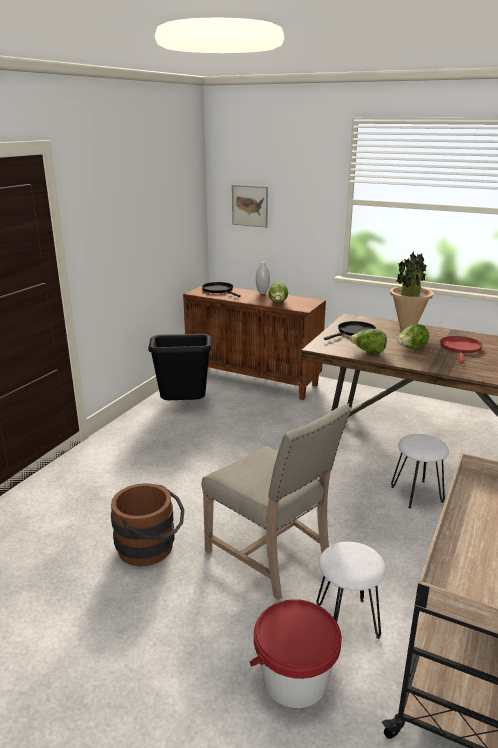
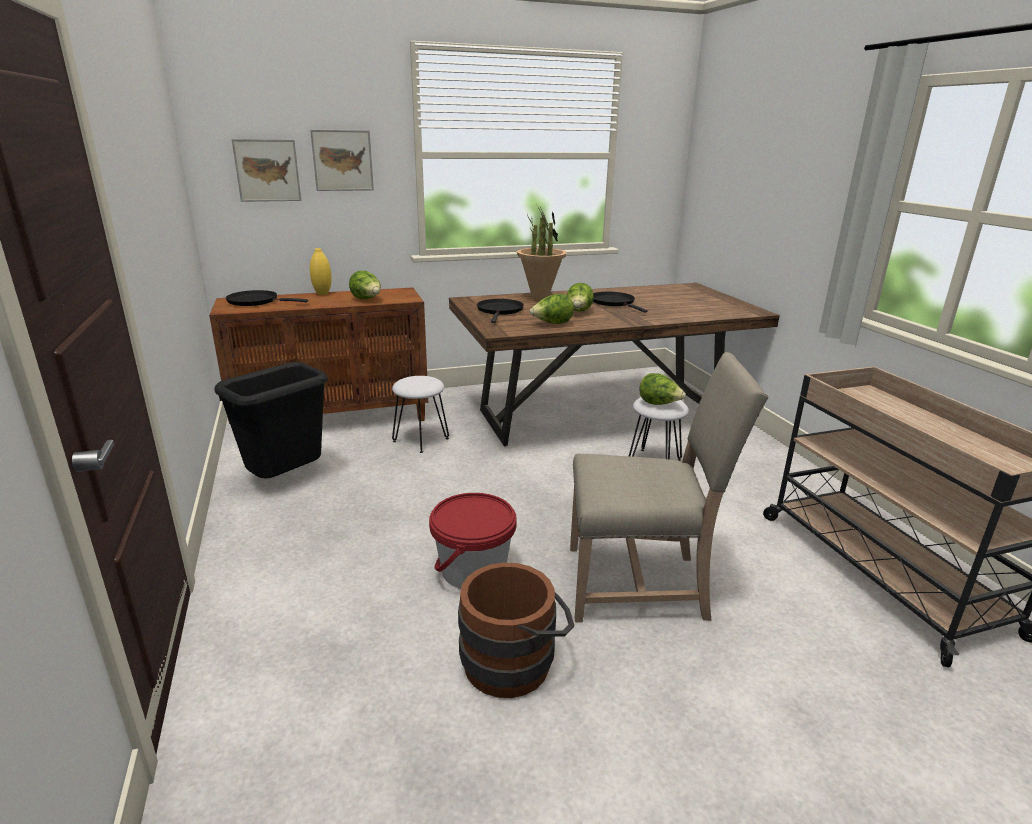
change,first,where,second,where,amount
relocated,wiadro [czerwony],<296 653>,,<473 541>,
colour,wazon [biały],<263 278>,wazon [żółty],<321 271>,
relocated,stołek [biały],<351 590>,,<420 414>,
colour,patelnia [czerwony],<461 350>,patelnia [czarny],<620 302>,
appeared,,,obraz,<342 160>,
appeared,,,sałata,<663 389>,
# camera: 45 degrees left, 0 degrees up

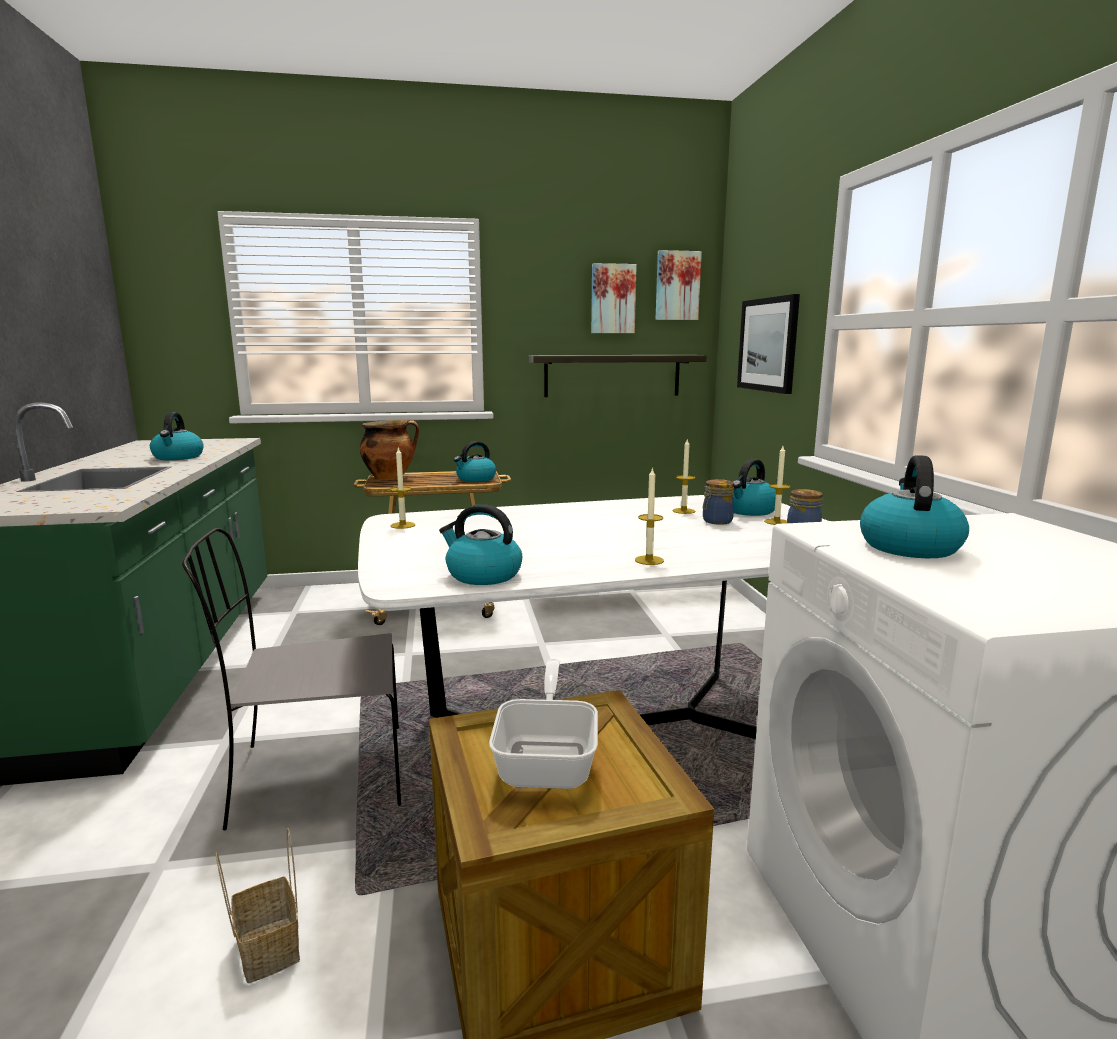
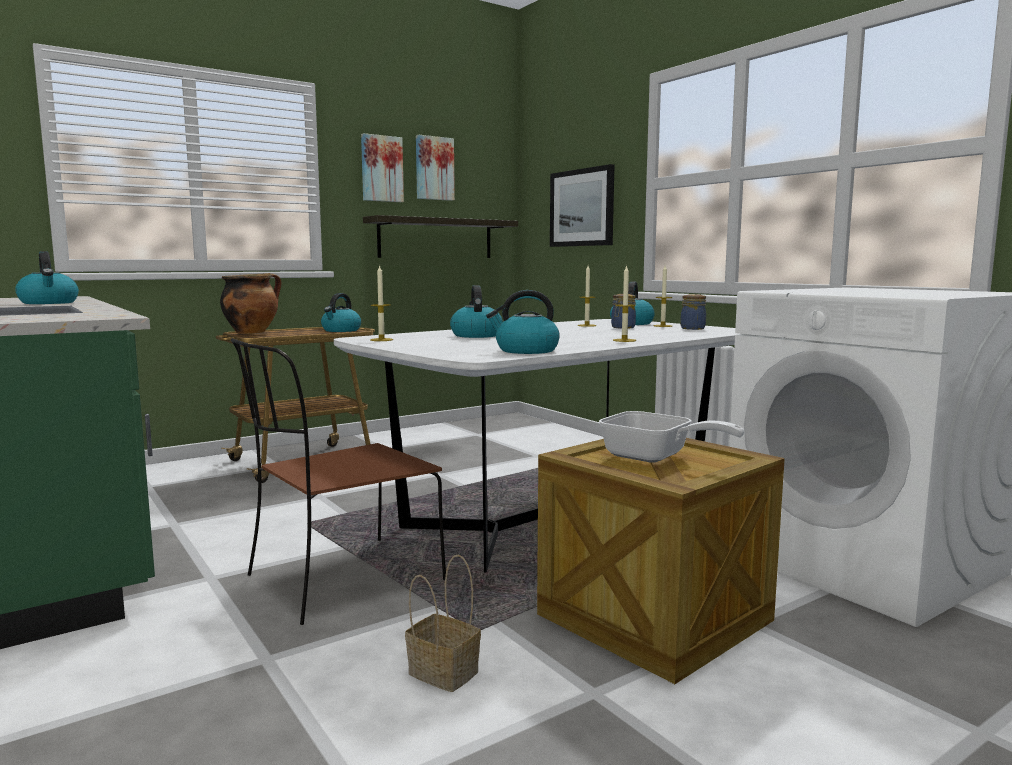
change,first,where,second,where,amount
colour,krzesło [szary],<291 679>,krzesło [brązowy],<338 481>,
spun,patelnia,<543 724>,,<672 437>,150 degrees clockwise
relocated,obraz,<678 285>,,<382 167>,
relocated,czajnik,<914 506>,,<476 311>,
# camera: 25 degrees left, 5 degrees down

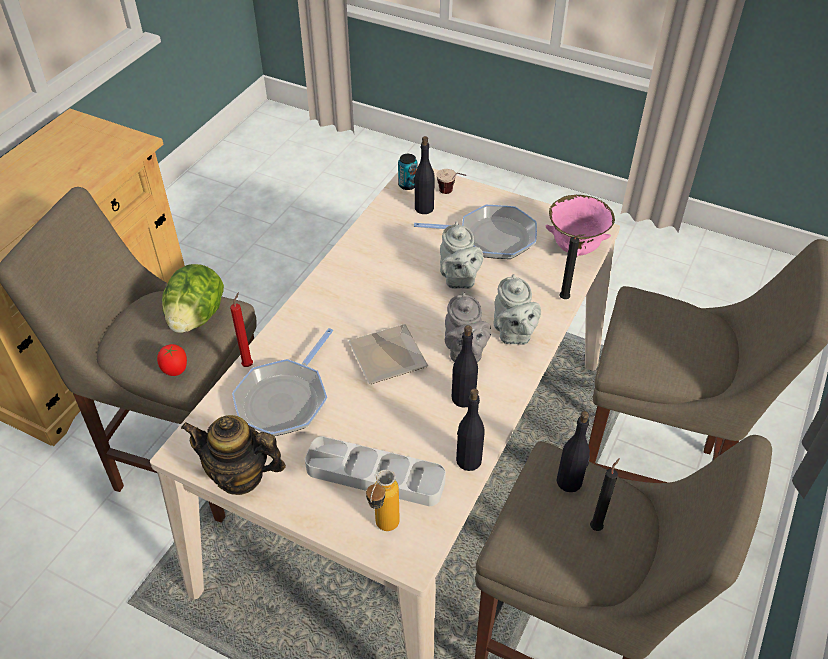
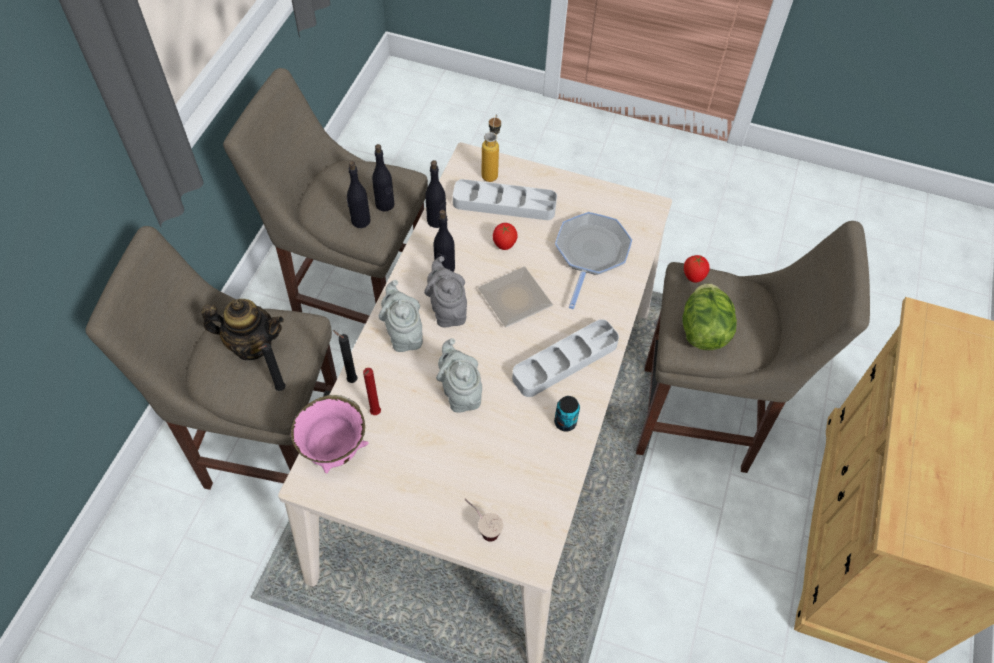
change,first,where,second,where,amount
relocated,imbryk,<233 455>,,<242 329>,
relocated,świeca [czerwony],<241 329>,,<372 391>,
relocated,puszka,<408 172>,,<567 414>,
missing,patelnia,<475 232>,,,
relocated,butelka [czarny],<425 175>,,<383 177>,
relocated,świeca [czarny],<605 494>,,<272 367>,
appeared,,,pomidor,<505 236>,
appeared,,,taca [szary],<565 358>,
# camera: 170 degrees right, 10 degrees up

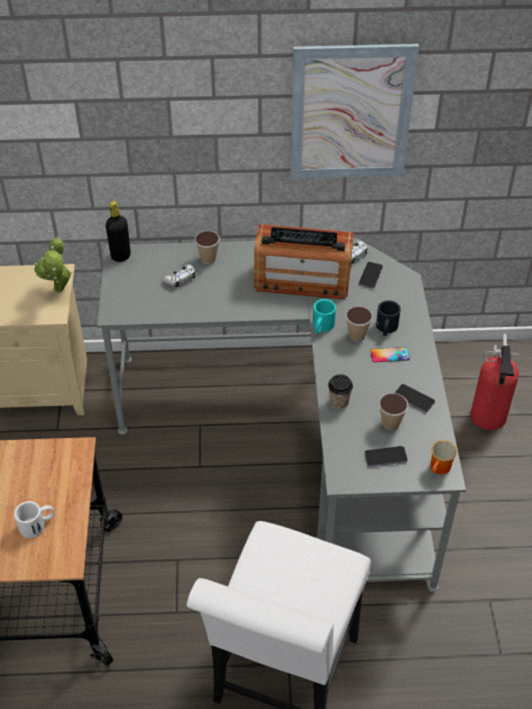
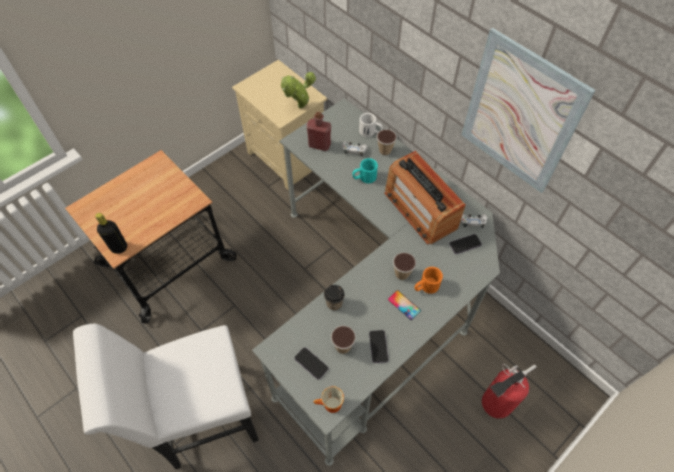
change,first,where,second,where,amount
relocated,kubek [biały],<34 519>,,<371 125>,
relocated,butelka [czarny],<118 231>,,<111 233>,
relocated,kubek [turkusowy],<324 316>,,<365 170>,
colour,kubek [czarny],<388 318>,kubek [pomarańczowy],<428 280>,
appeared,,,butelka [czerwony],<319 131>,
# camera: 50 degrees right, 10 degrees up

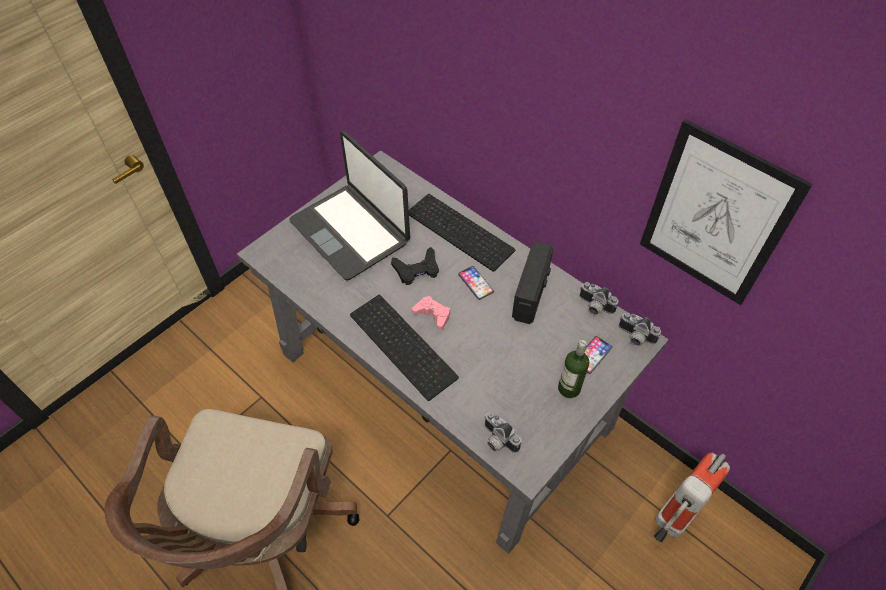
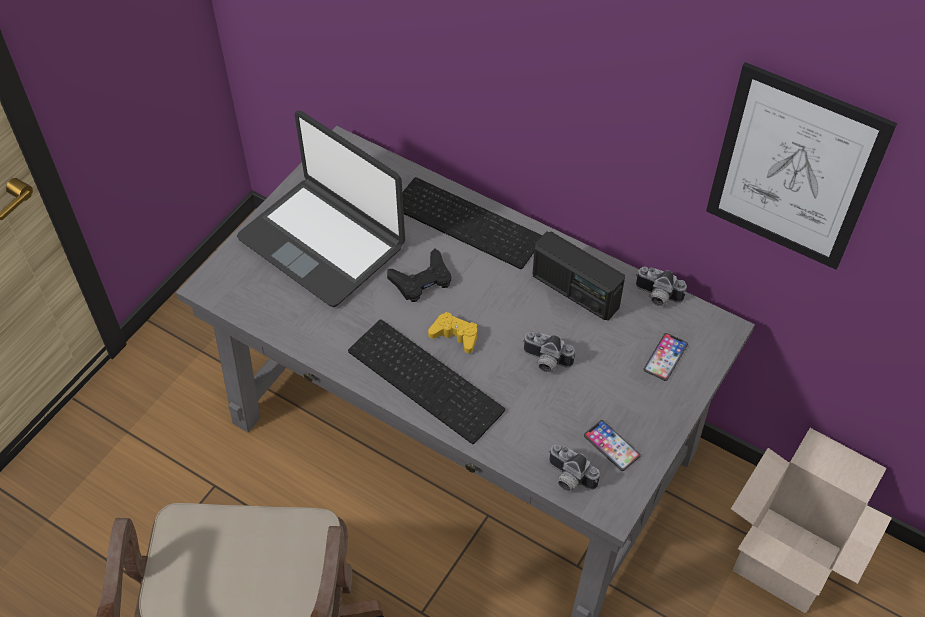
change,first,where,second,where,amount
colour,pad do gier [różowy],<431 313>,pad do gier [żółty],<452 332>,
relocated,telefon,<476 283>,,<612 445>,
spun,radio,<532 282>,,<579 276>,120 degrees clockwise
missing,butelka,<573 369>,,,
relocated,aparat fotograficzny,<640 329>,,<549 352>,
exchanged,gaśnica,<692 498>,karton,<811 520>,
# camera: 10 degrees left, 0 degrees up

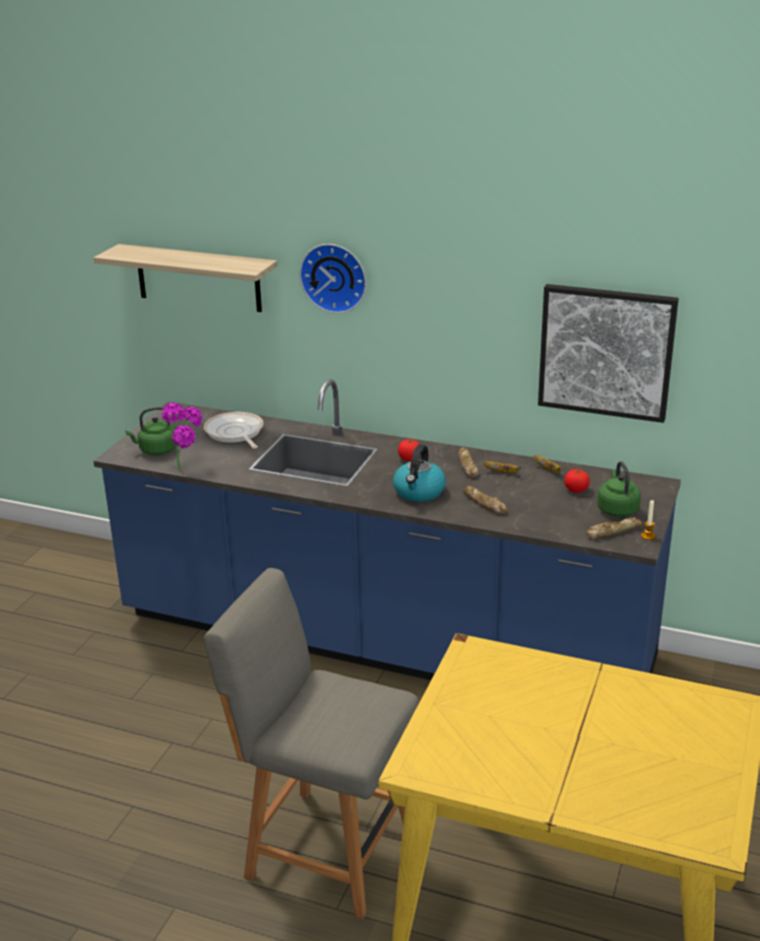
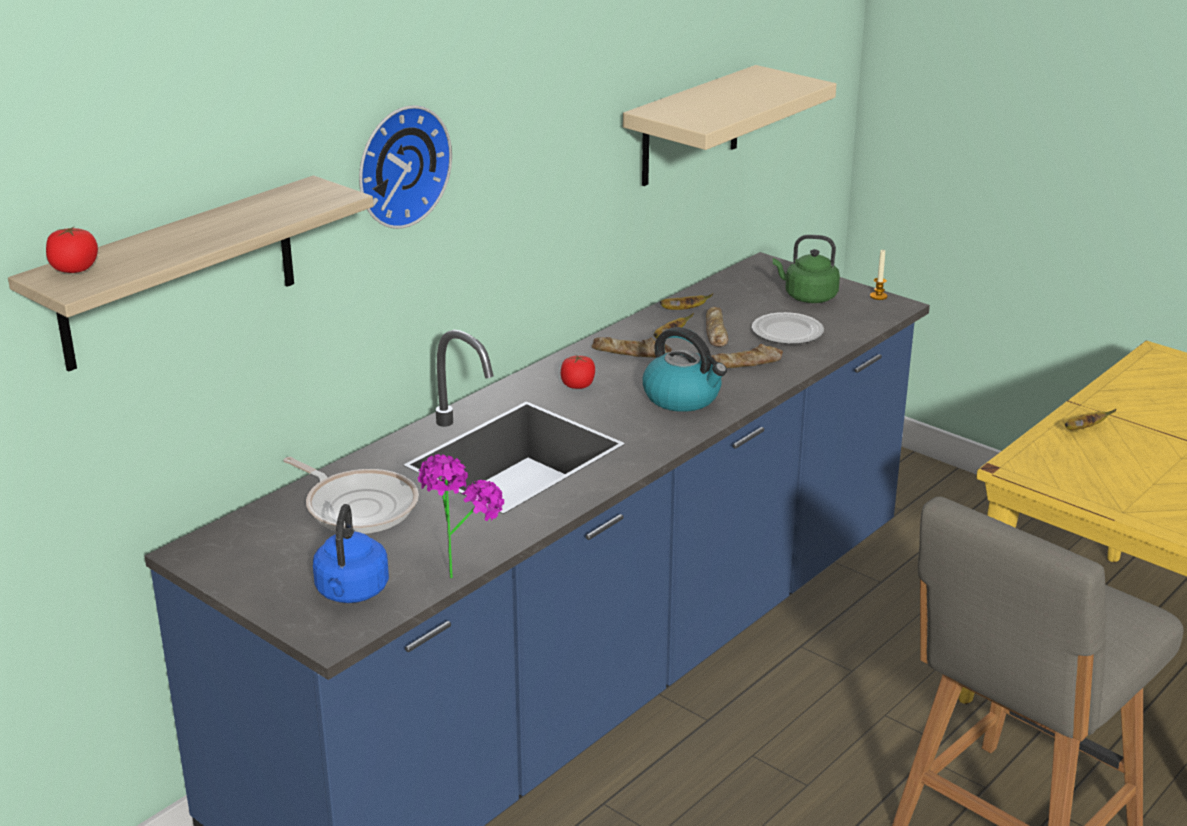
change,first,where,second,where,amount
colour,czajnik [zielony],<150 431>,czajnik [niebieski],<351 553>,
spun,patelnia,<234 430>,,<351 495>,135 degrees counterclockwise
exchanged,obraz,<608 353>,półka [beżowy],<729 125>,
relocated,pomidor,<577 481>,,<72 249>,
relocated,chleb,<615 528>,,<717 326>,
appeared,,,talerz,<788 328>,
appeared,,,banan,<1091 419>,
# camera: 70 degrees left, 0 degrees up

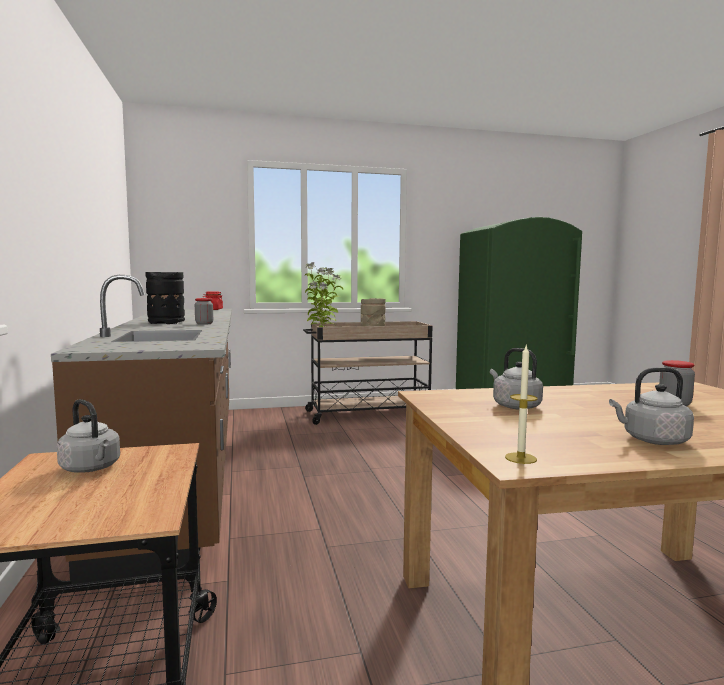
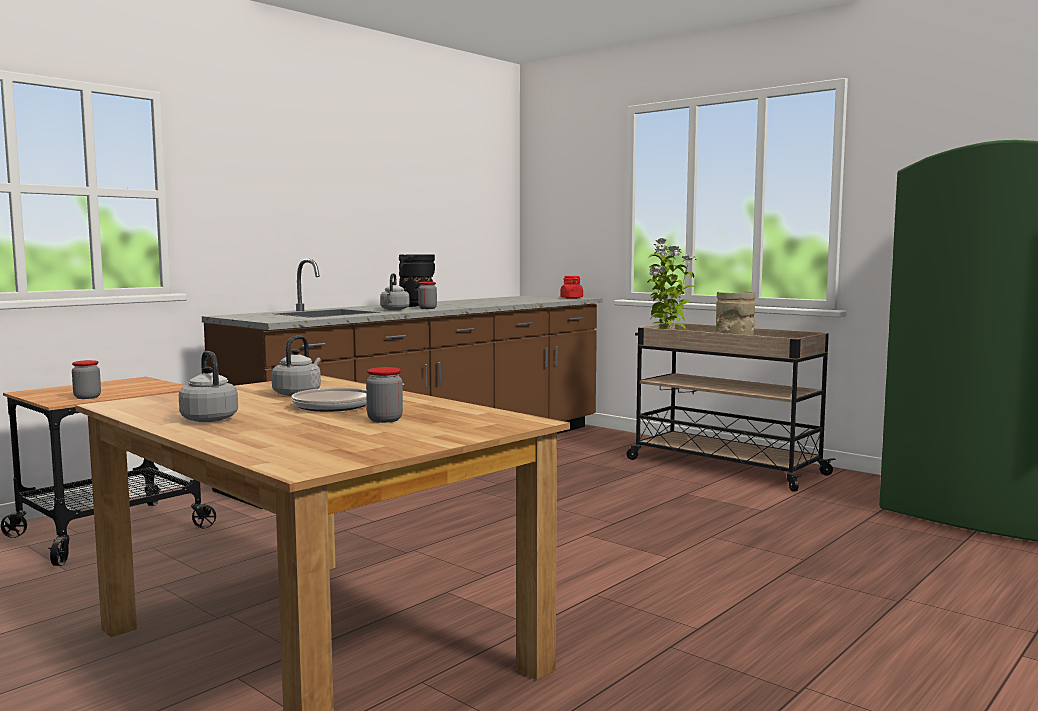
change,first,where,second,where,amount
relocated,czajnik [szary],<88 436>,,<394 291>,
missing,świeca,<521 405>,,,
appeared,,,słoik,<86 379>,
appeared,,,patelnia,<347 397>,
# camera: 55 degrees right, 0 degrees up

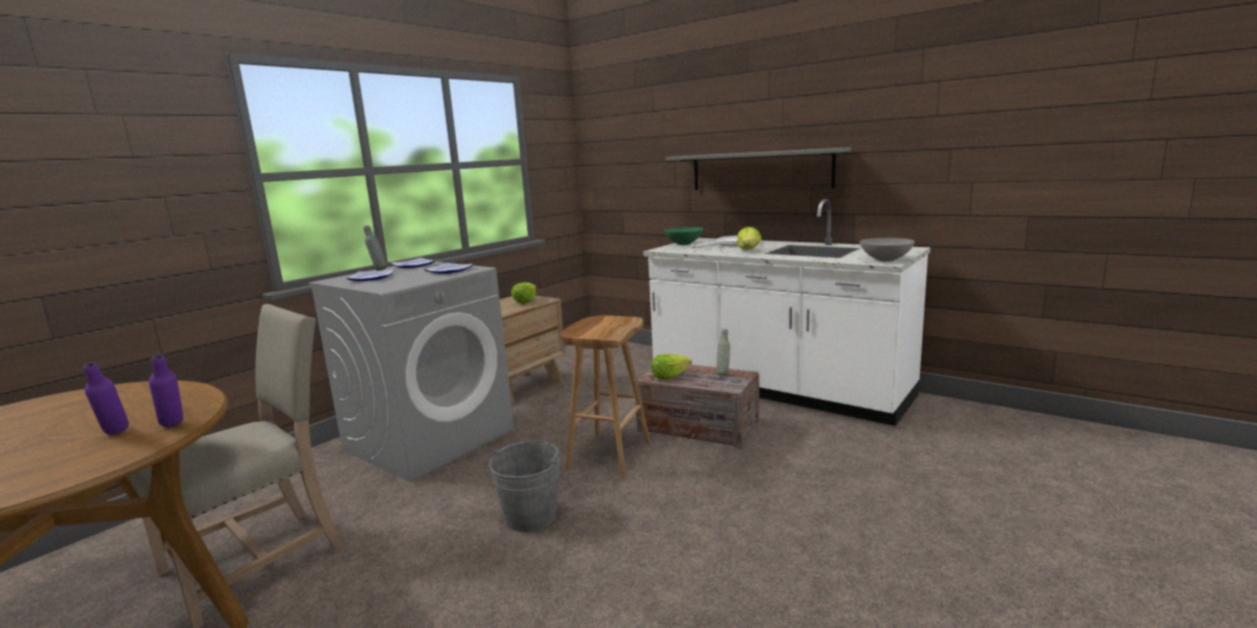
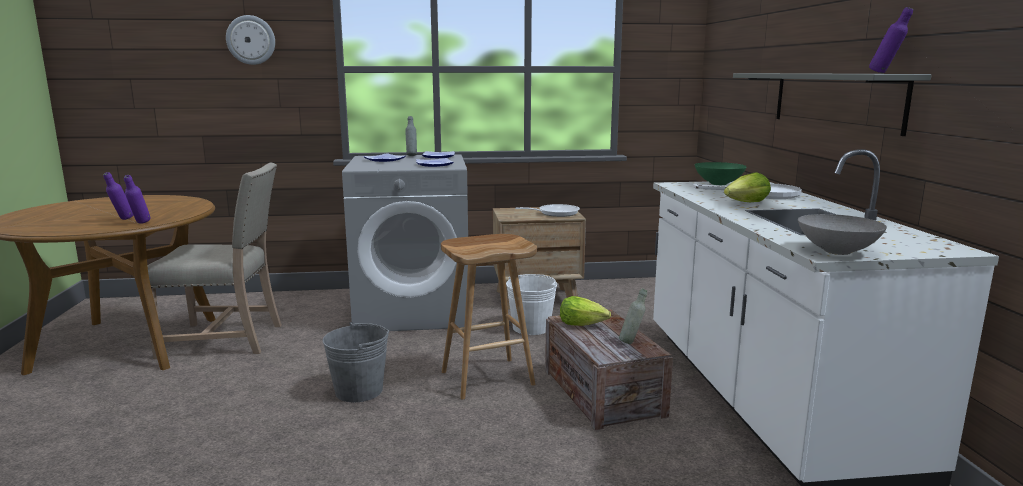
change,first,where,second,where,amount
exchanged,sałata,<523 293>,patelnia,<547 210>,
appeared,,,zegar ścienny,<250 40>,
appeared,,,wiadro [biały],<531 304>,
appeared,,,butelka [fioletowy],<891 40>,
# camera: 45 degrees right, 0 degrees up

